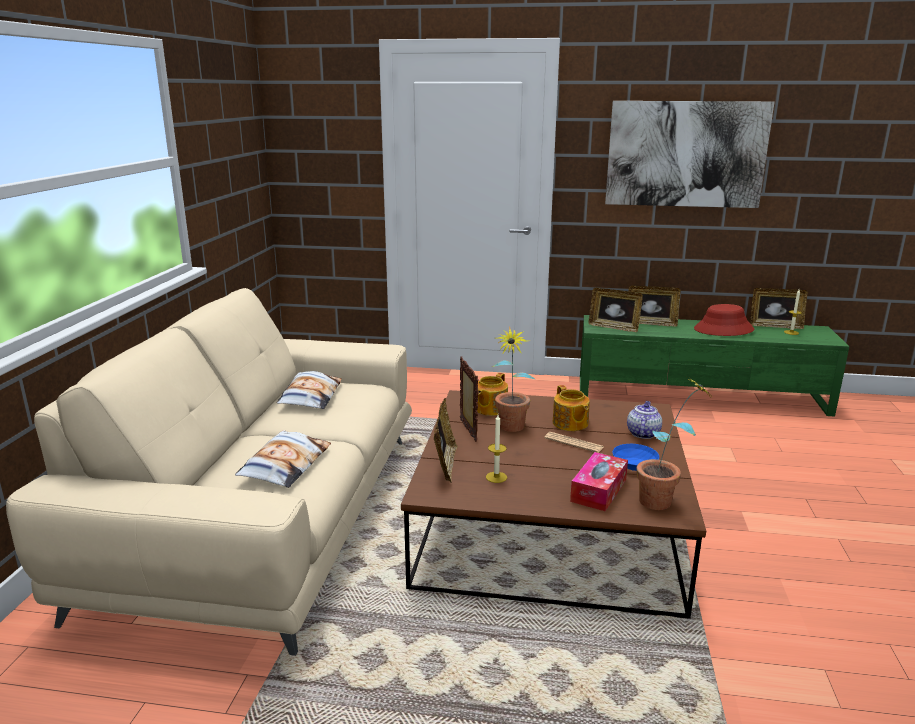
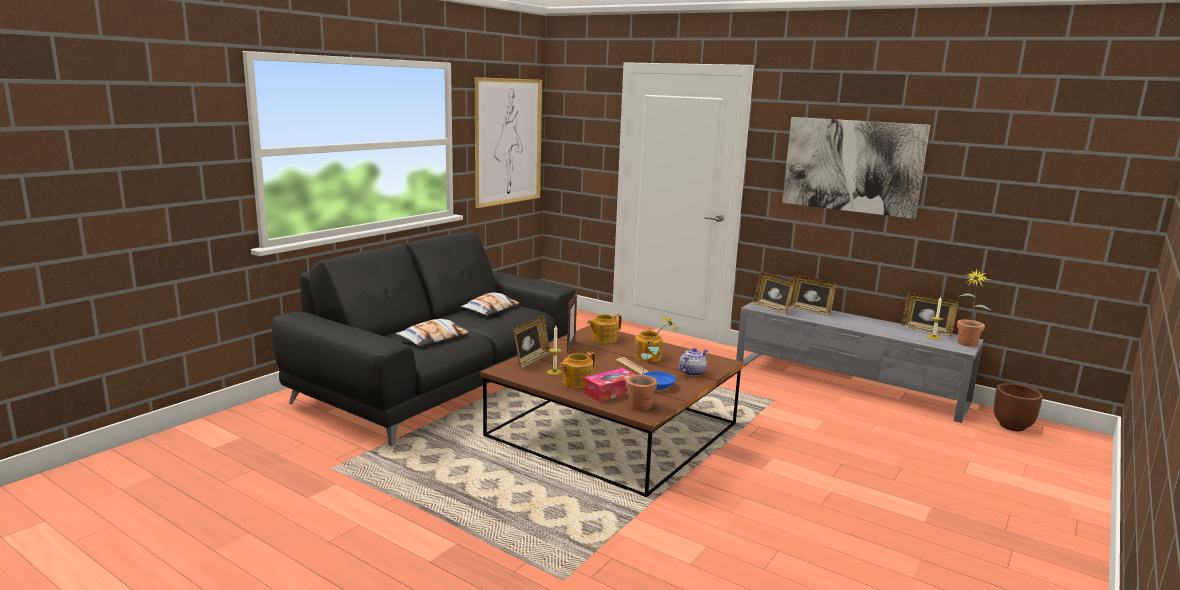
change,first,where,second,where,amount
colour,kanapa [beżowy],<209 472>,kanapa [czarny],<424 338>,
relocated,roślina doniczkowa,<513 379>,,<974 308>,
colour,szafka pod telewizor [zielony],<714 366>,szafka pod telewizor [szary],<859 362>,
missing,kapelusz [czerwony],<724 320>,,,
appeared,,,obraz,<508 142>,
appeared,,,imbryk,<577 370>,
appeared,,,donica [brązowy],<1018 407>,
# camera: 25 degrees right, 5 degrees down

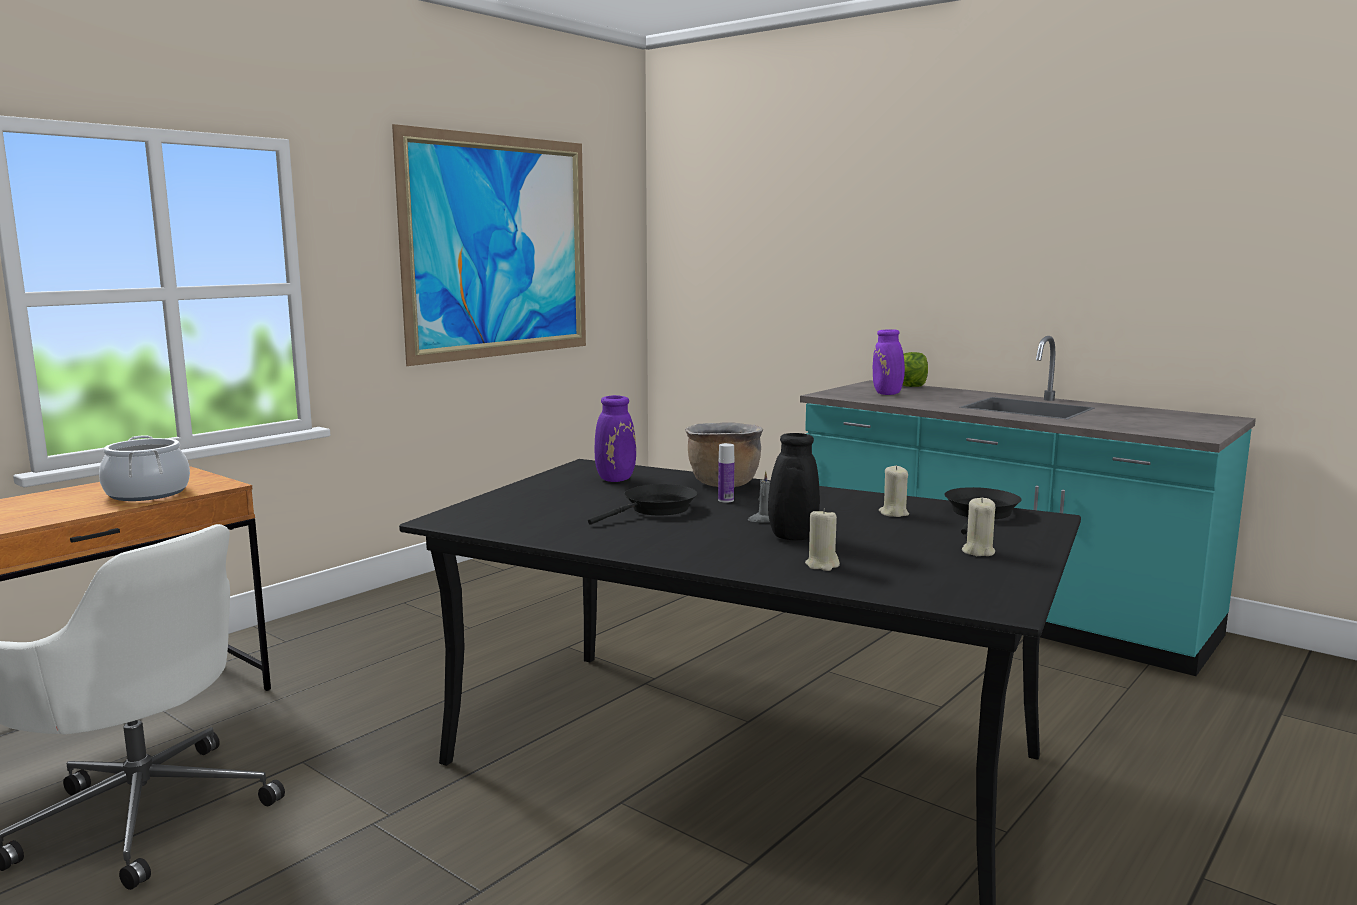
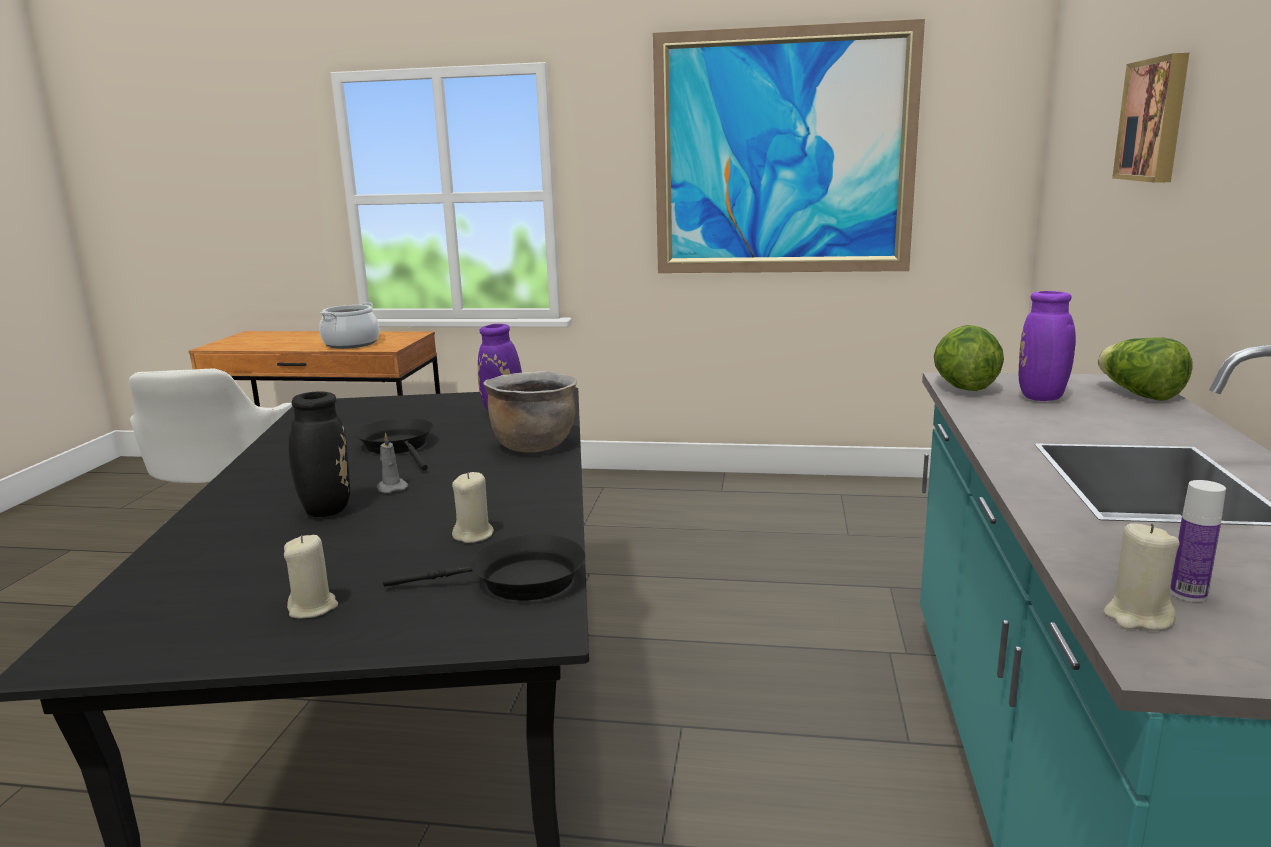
change,first,where,second,where,amount
spun,patelnia [czarny],<643 504>,,<394 444>,135 degrees counterclockwise
relocated,butelka,<726 473>,,<1198 541>,
relocated,świeca [beżowy],<822 539>,,<1141 577>,
appeared,,,sałata,<969 358>,
appeared,,,obraz,<1150 118>,
# camera: 60 degrees right, 5 degrees up

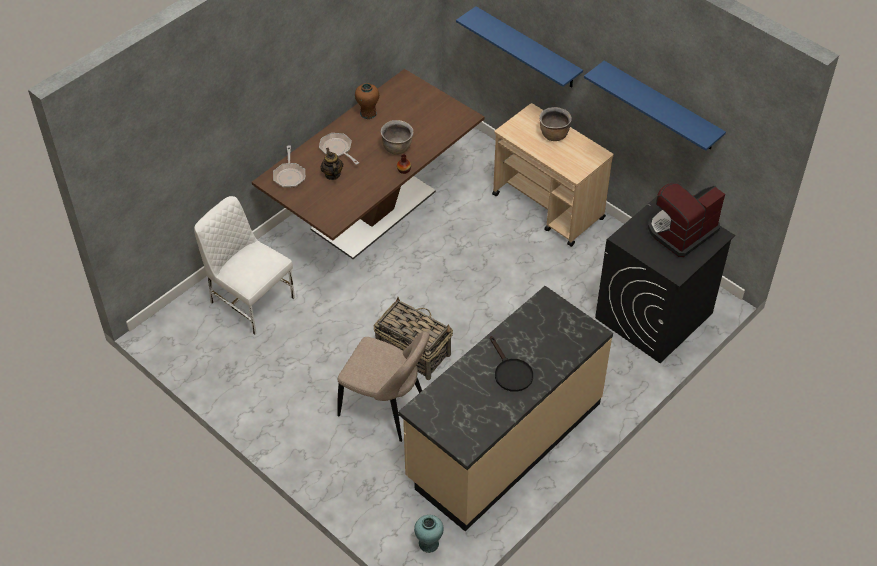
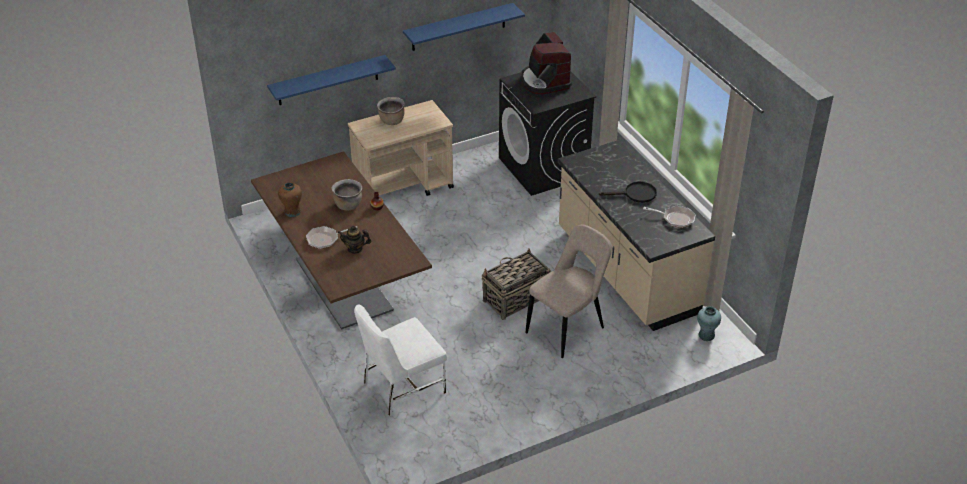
change,first,where,second,where,amount
relocated,patelnia,<289 166>,,<669 217>,
# camera: 70 degrees left, 10 degrees down

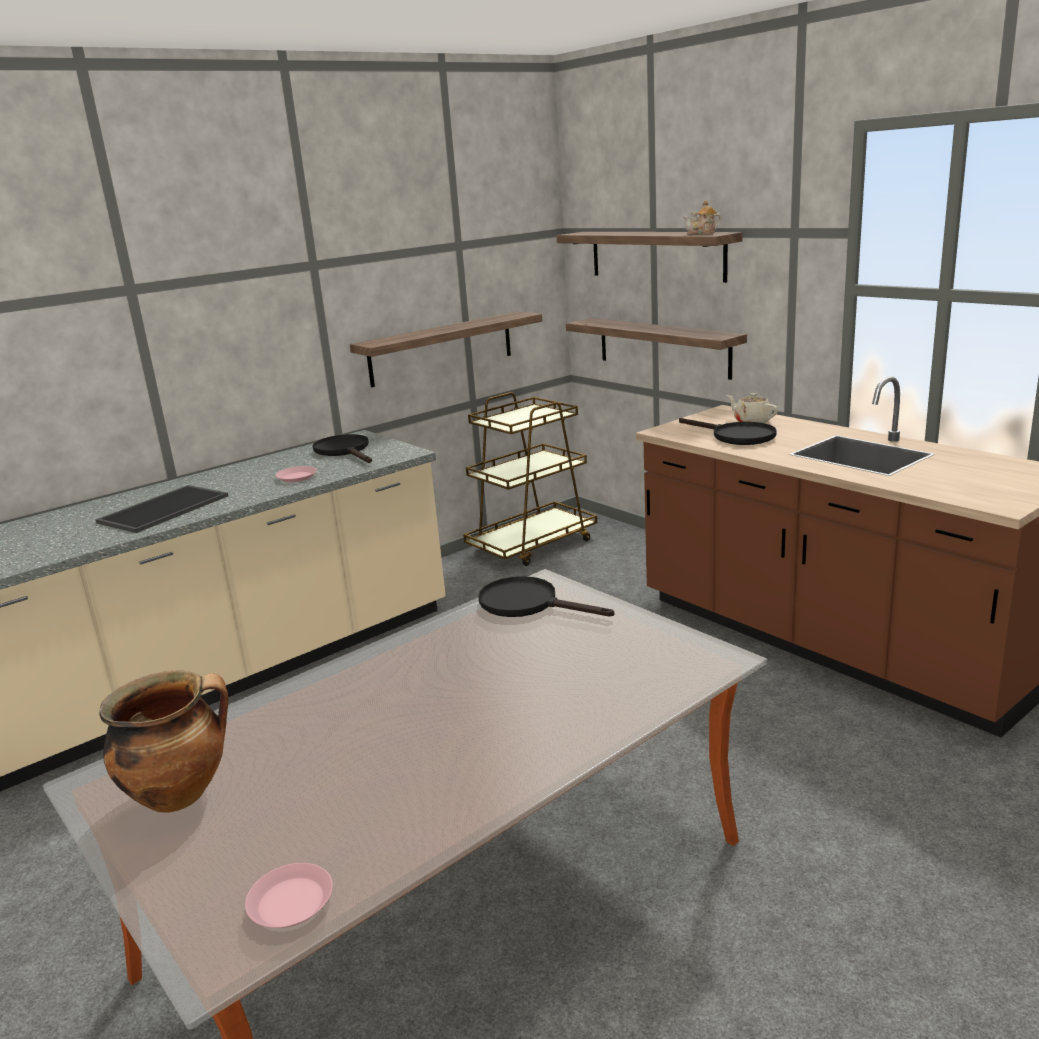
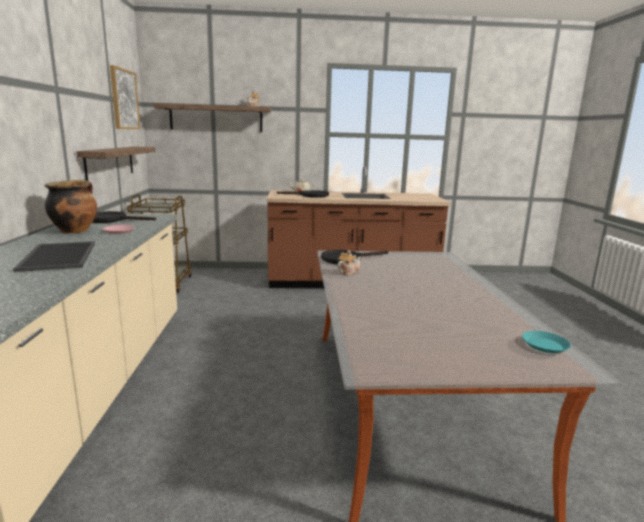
change,first,where,second,where,amount
relocated,garnek,<164 742>,,<71 207>,
colour,talerz [różowy],<289 895>,talerz [turkusowy],<546 342>,
missing,półka,<656 349>,,,
appeared,,,obraz,<125 97>,
appeared,,,imbryk,<349 262>,
# camera: 55 degrees left, 5 degrees down

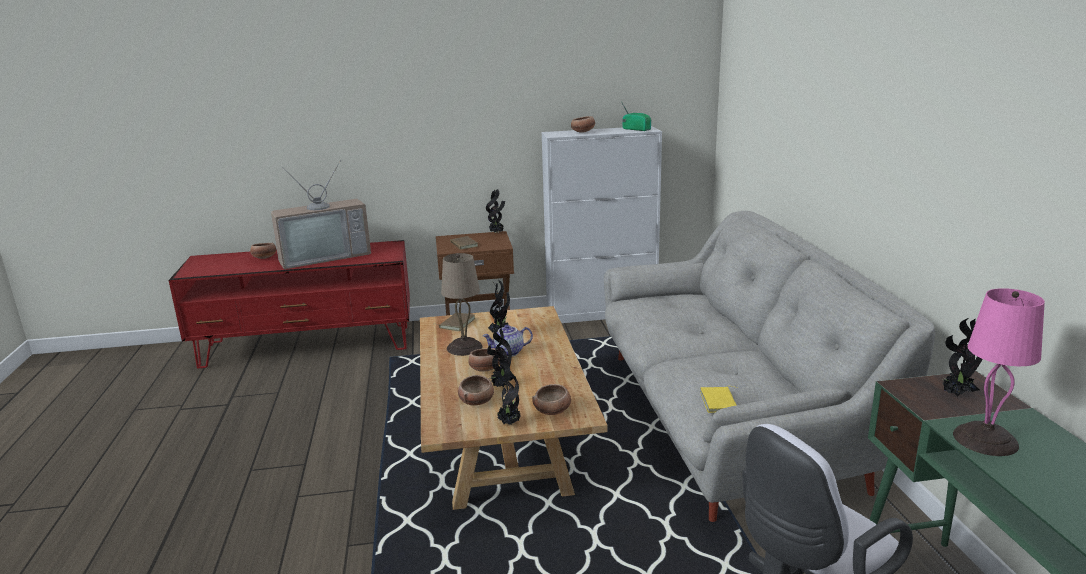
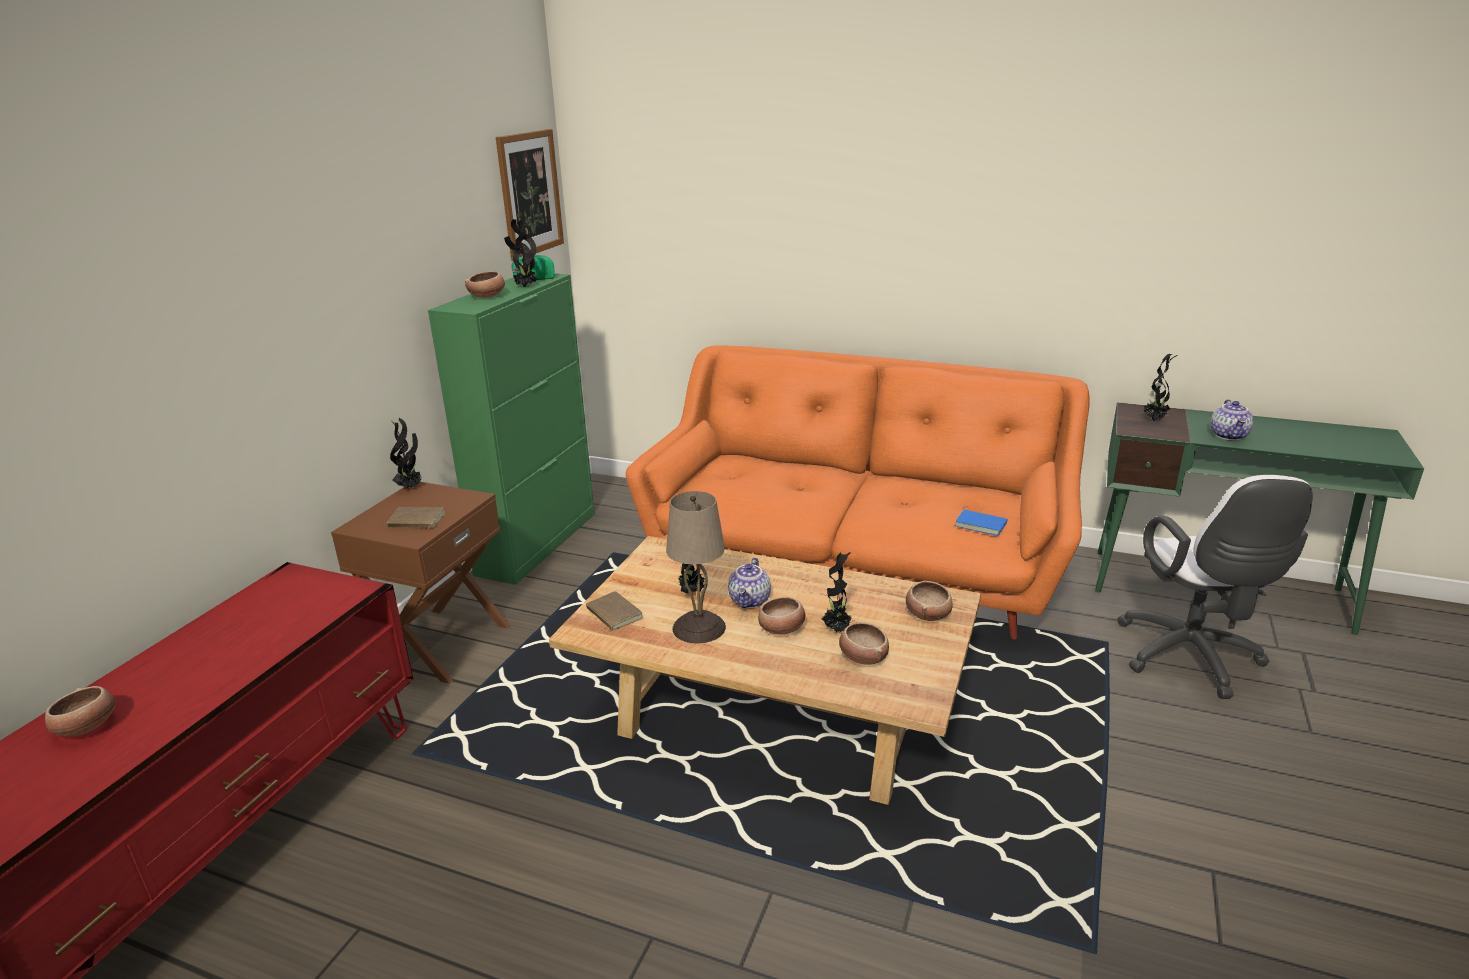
change,first,where,second,where,amount
missing,telewizor,<321 214>,,,
relocated,roślina doniczkowa,<508 392>,,<520 253>,
colour,szafka [biały],<602 224>,szafka [zielony],<511 429>,
colour,kanapa [szary],<769 366>,kanapa [pomarańczowy],<858 492>,
colour,książka [żółty],<718 399>,książka [niebieski],<981 521>,
exchanged,lampa stołowa [różowy],<999 372>,imbryk,<1231 420>,
appeared,,,obraz,<530 195>,
# camera: 60 degrees left, 5 degrees up

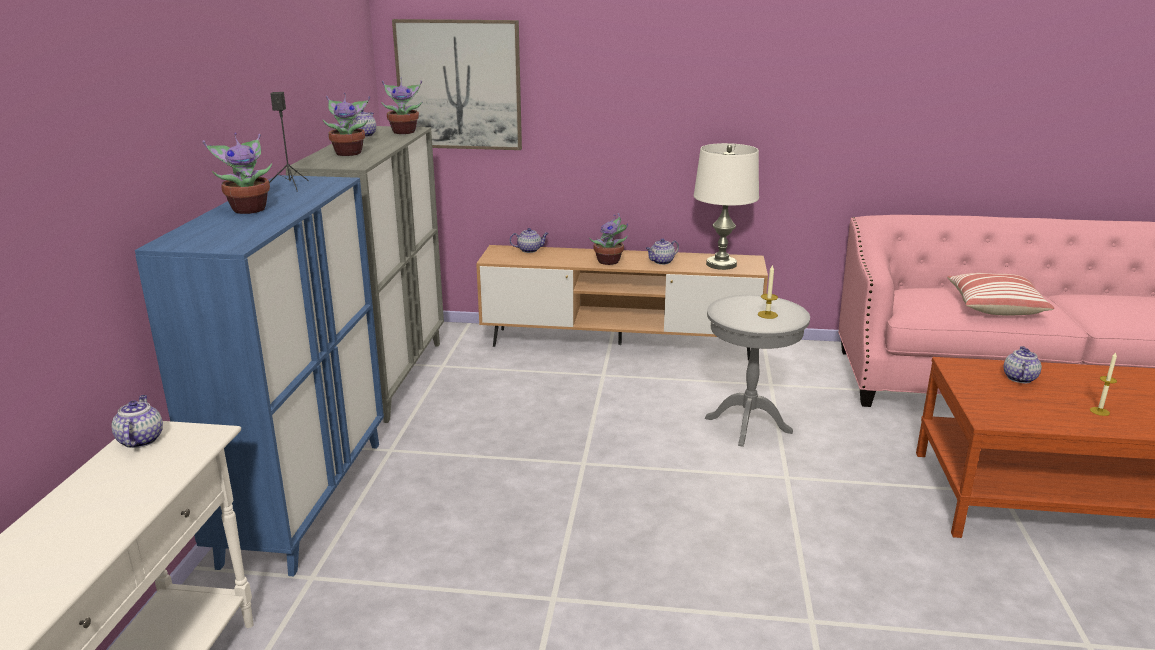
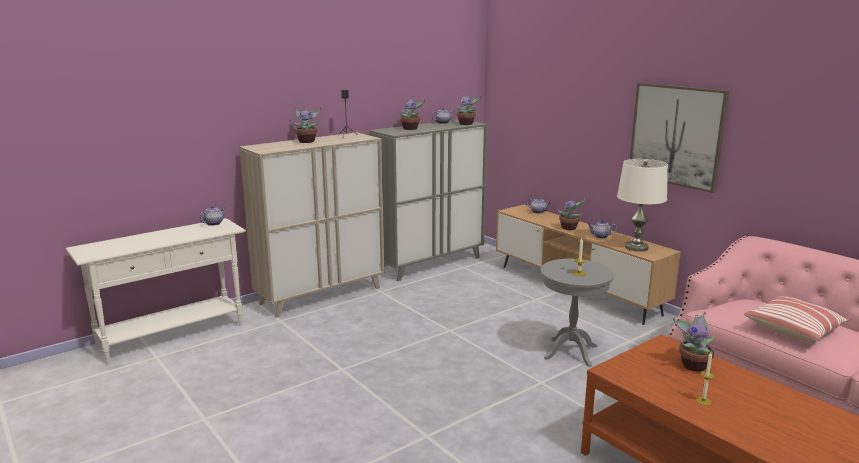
change,first,where,second,where,amount
colour,szafka [niebieski],<259 376>,szafka [beżowy],<312 225>,
relocated,obraz,<457 84>,,<679 138>,
exchanged,imbryk,<1022 364>,roślina doniczkowa,<694 342>,
# camera: 45 degrees right, 5 degrees down

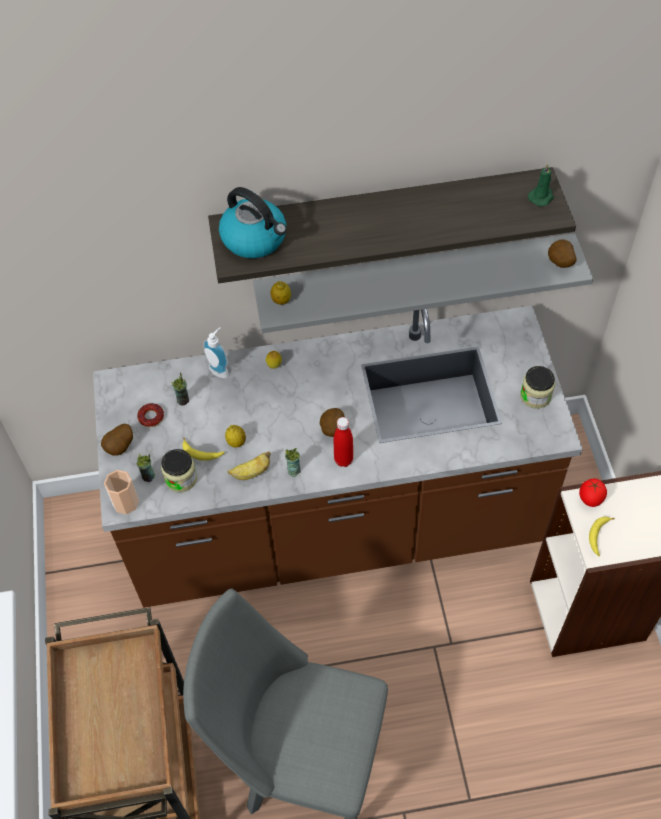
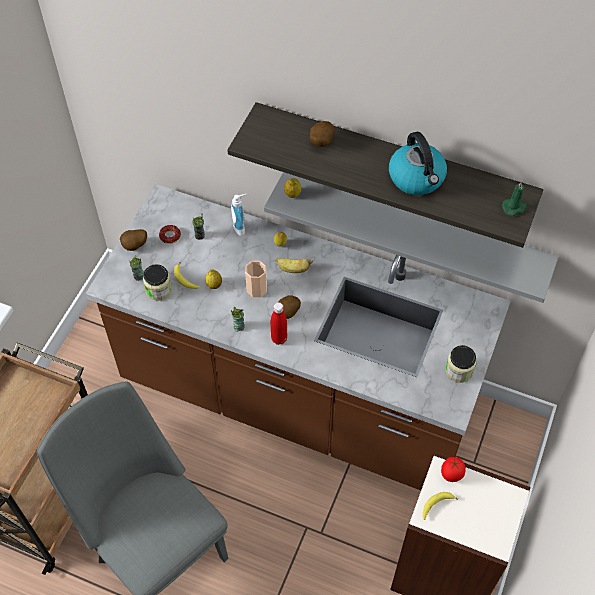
change,first,where,second,where,amount
relocated,filiżanka,<121 492>,,<256 279>,
relocated,czajnik,<253 222>,,<418 163>,
relocated,banan,<249 465>,,<294 265>,
relocated,ziemniak,<562 253>,,<322 134>,
# camera: 30 degrees right, 0 degrees up

